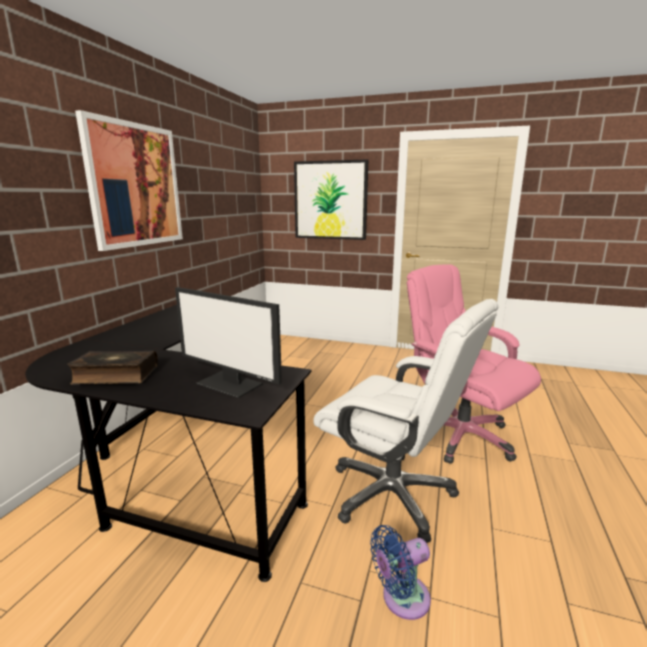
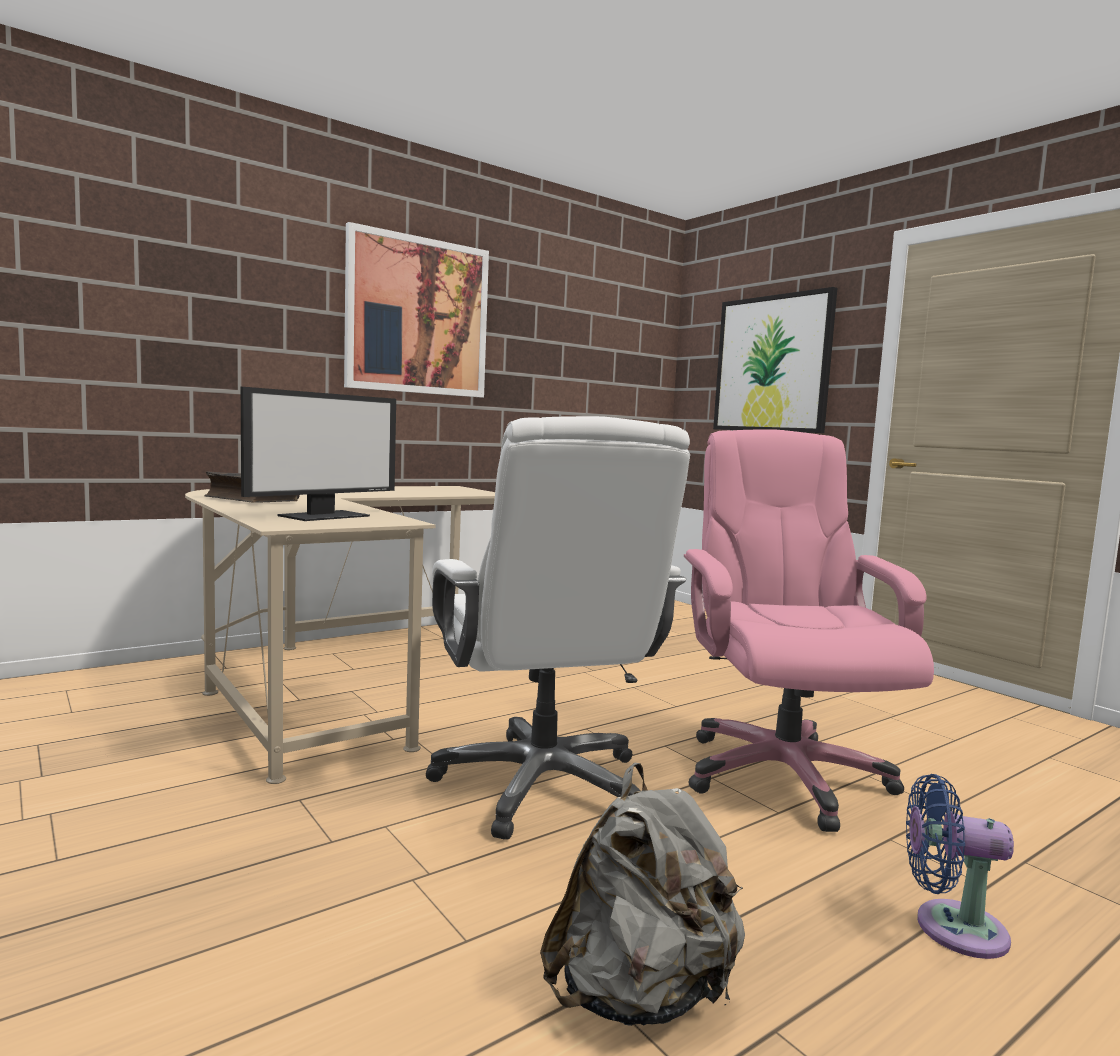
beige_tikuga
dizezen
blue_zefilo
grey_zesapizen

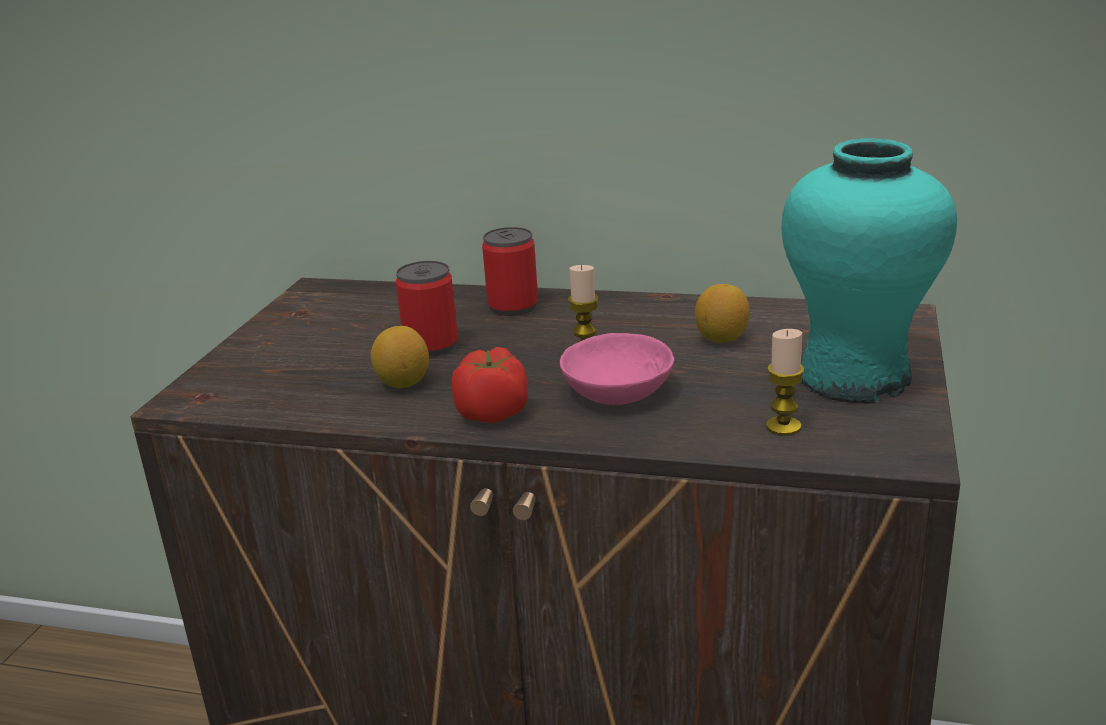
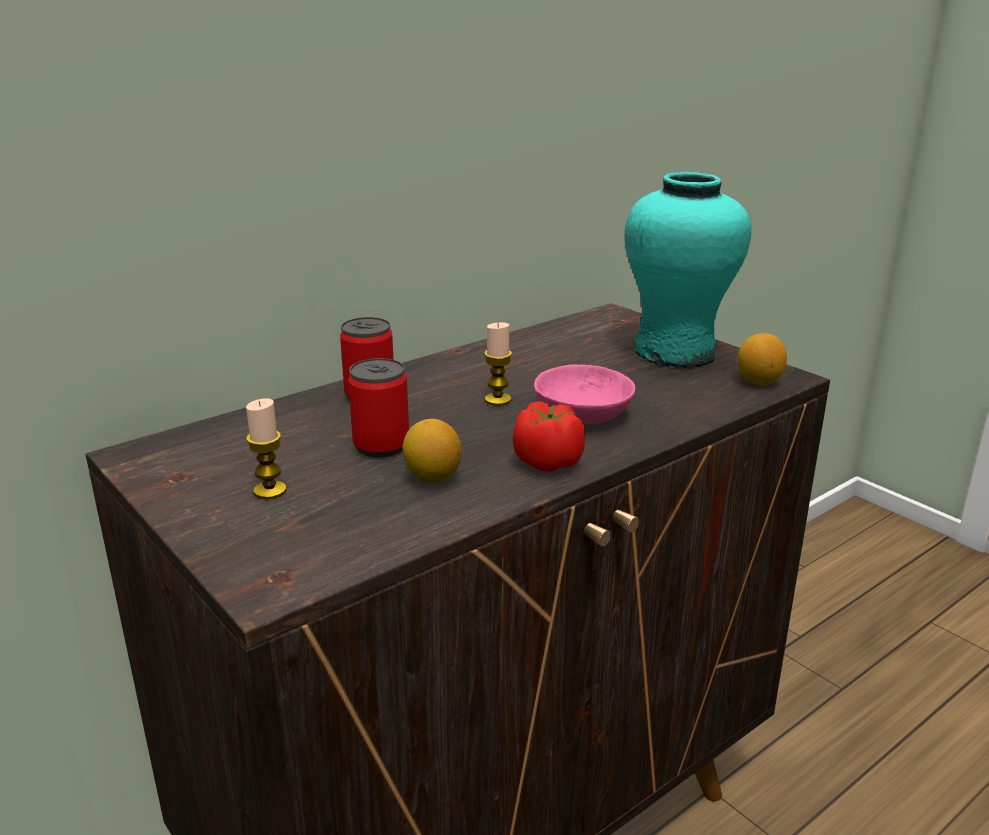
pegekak (2nd from left)
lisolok (1st from left)

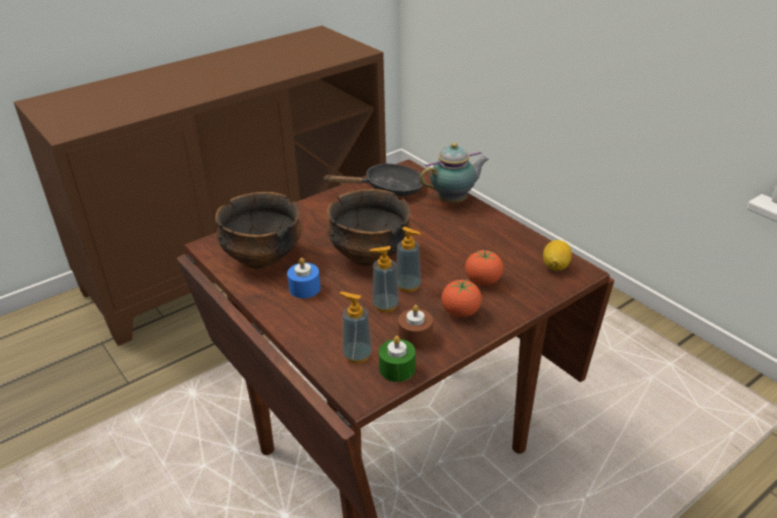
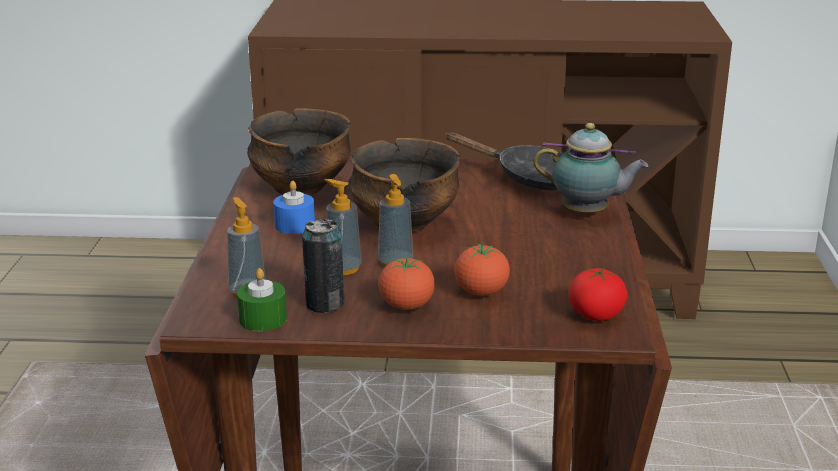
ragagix
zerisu (3rd from left)

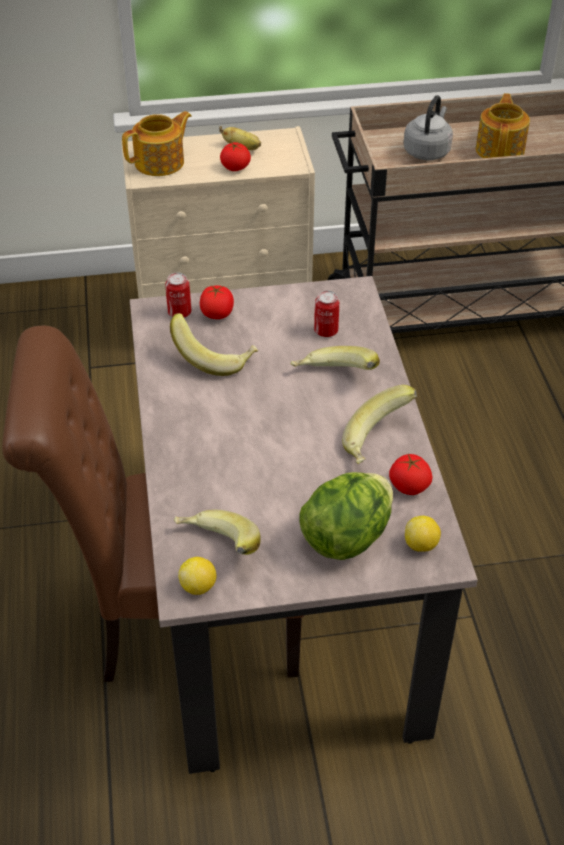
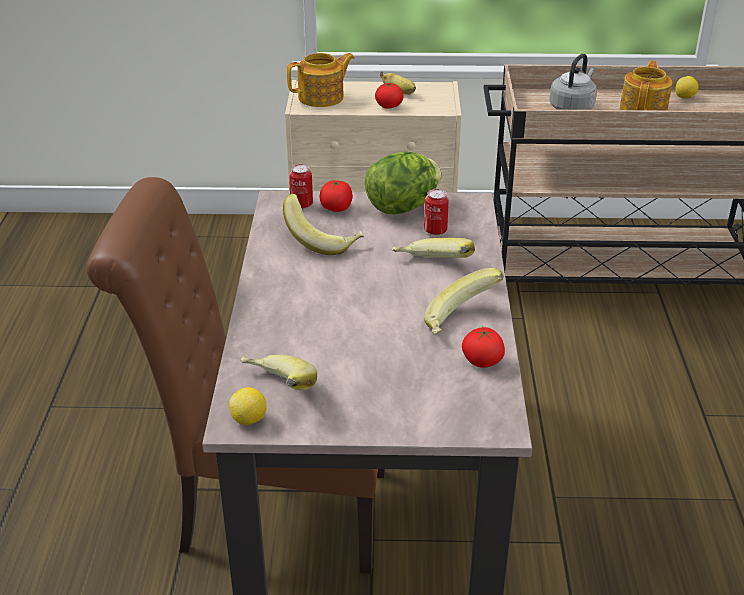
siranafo
pegekak (2nd from left)

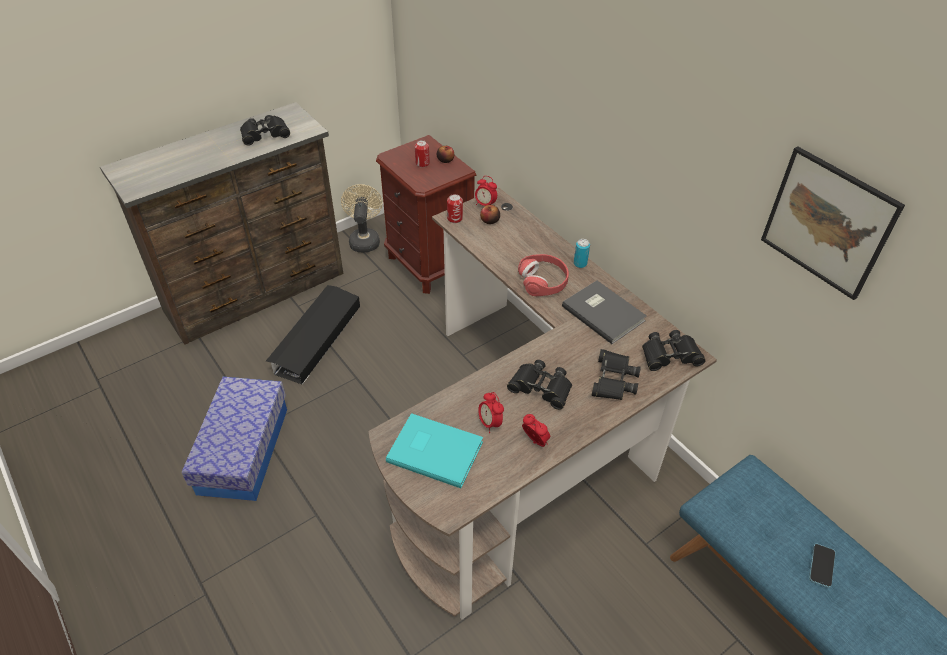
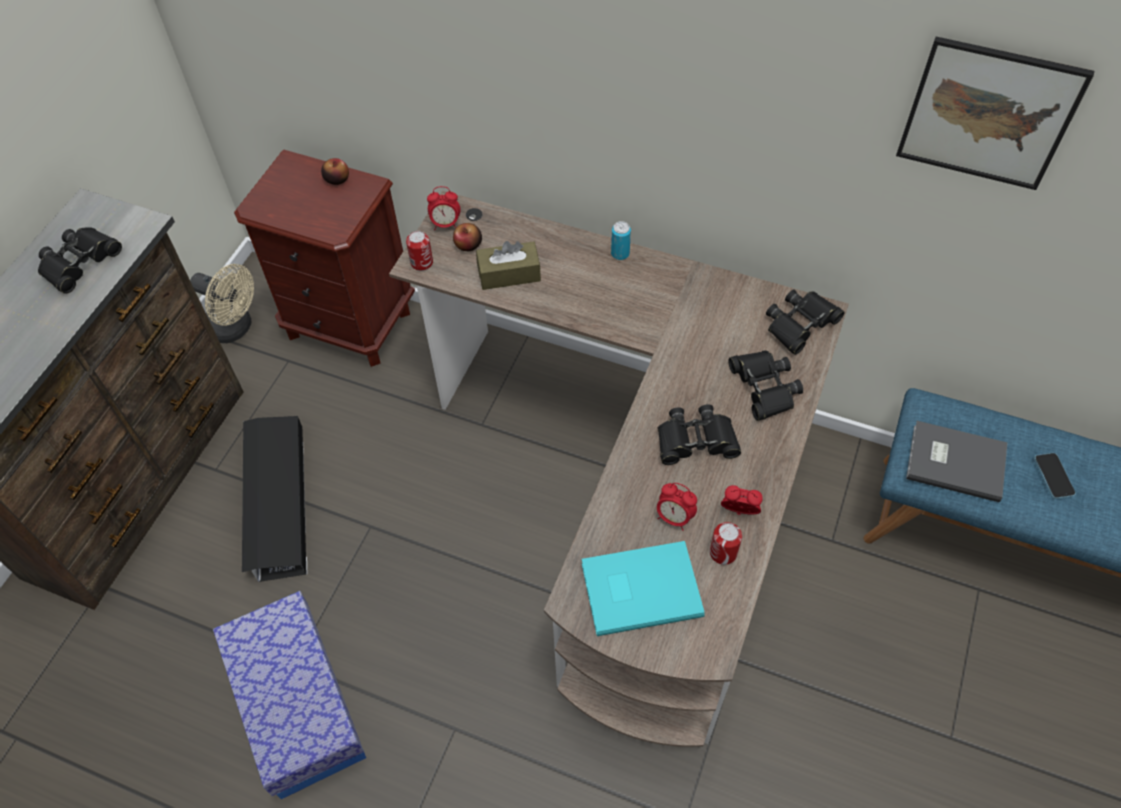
beige_zefilo
ragagix (3rd from left)
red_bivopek
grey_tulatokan
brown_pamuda

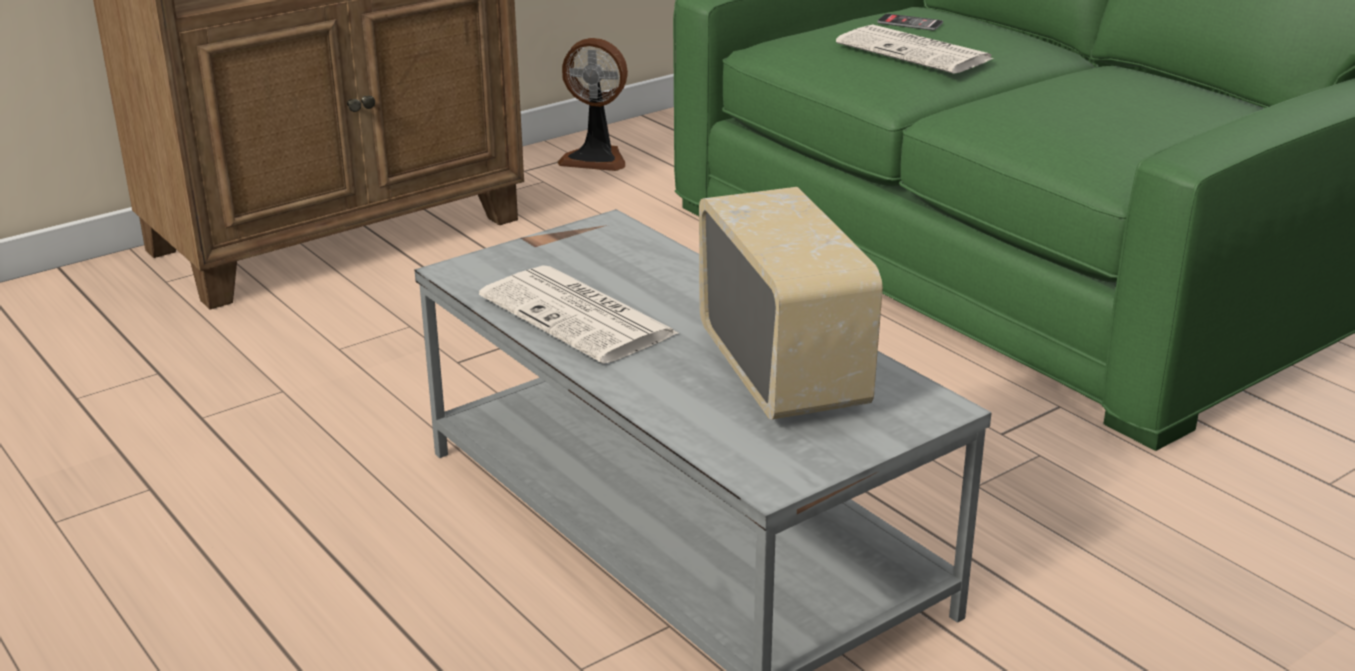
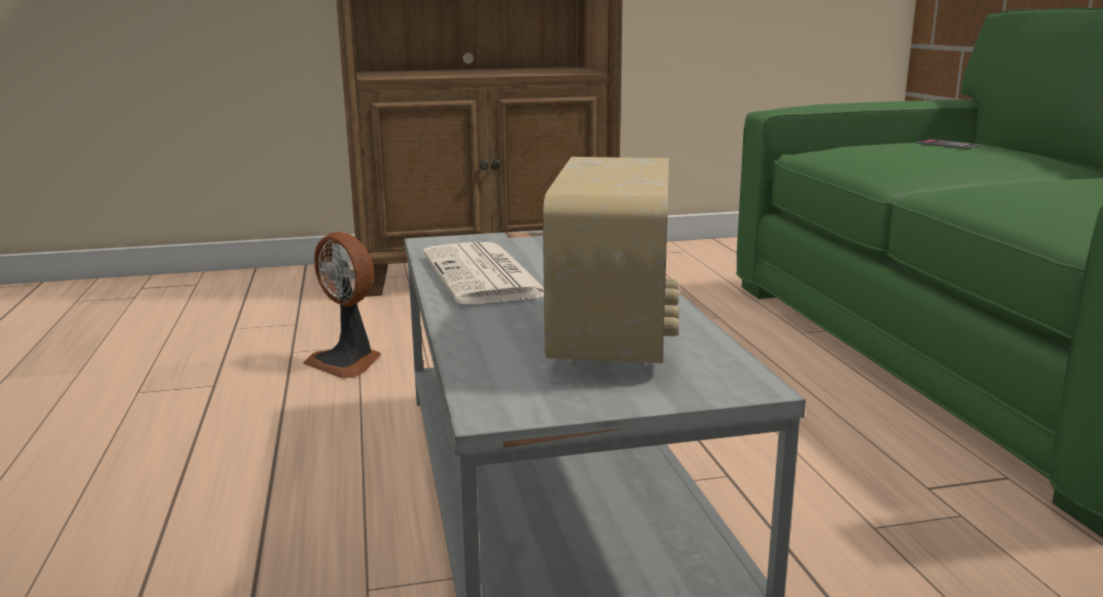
zefilo
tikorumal (2nd from left in the first image)

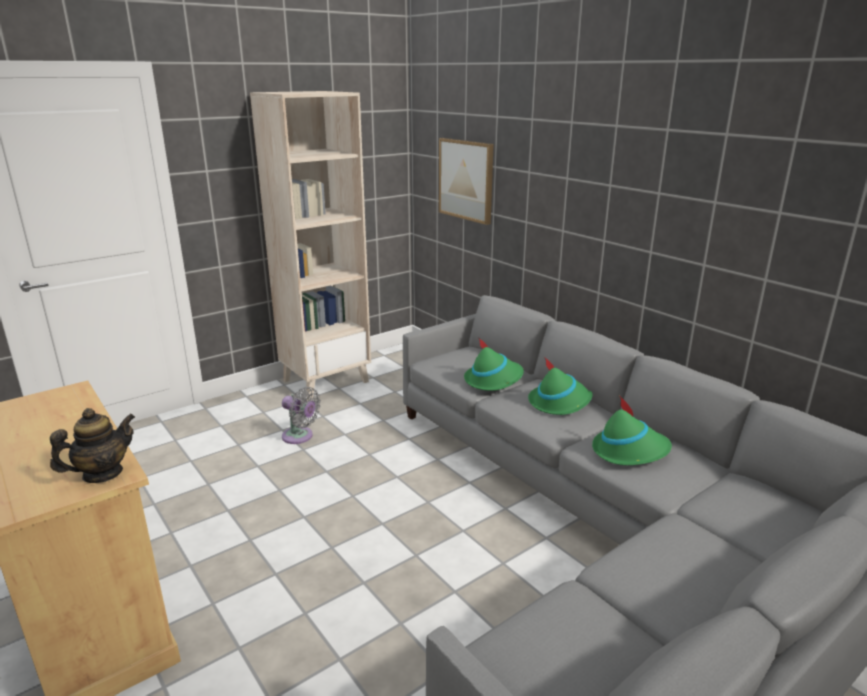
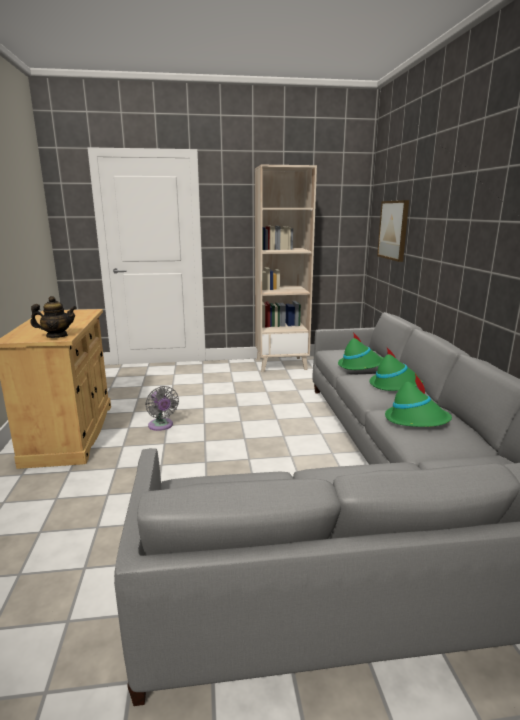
grey_zefilo

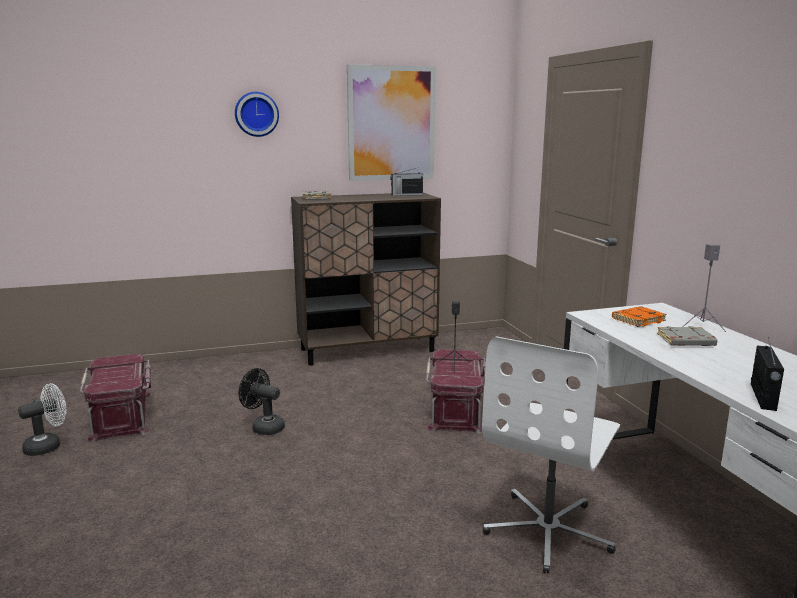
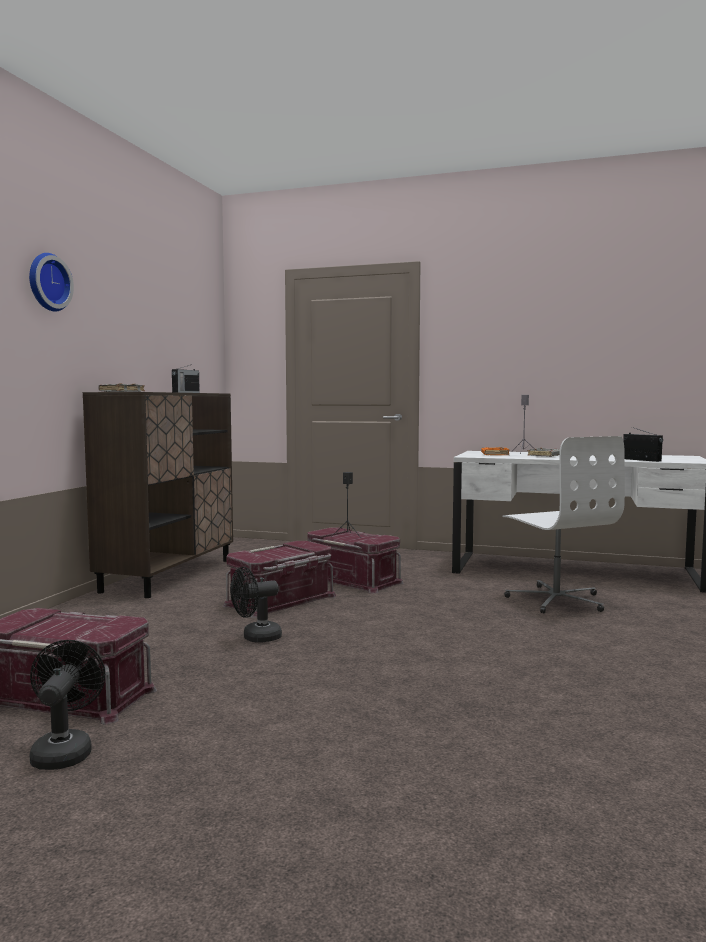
black_zefilo (1st from left)
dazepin
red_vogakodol (2nd from left)

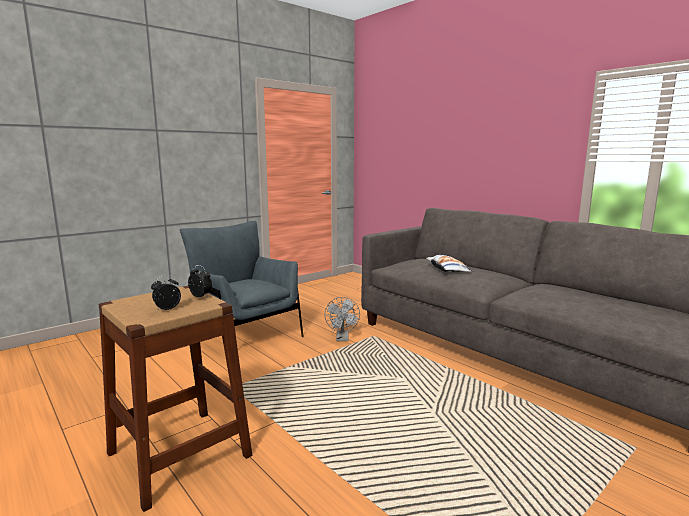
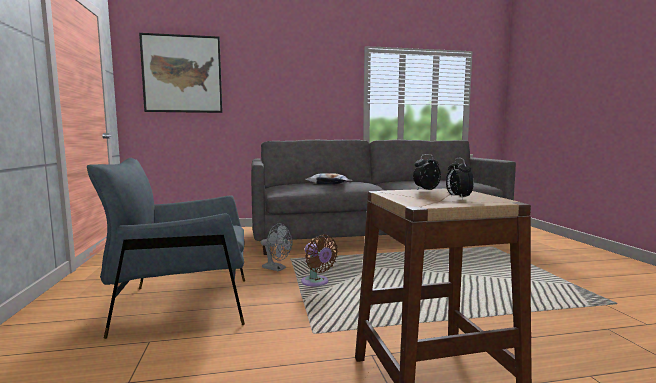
dazepin
brown_zefilo

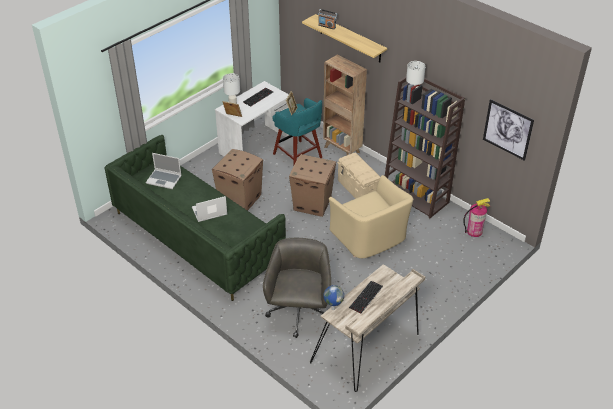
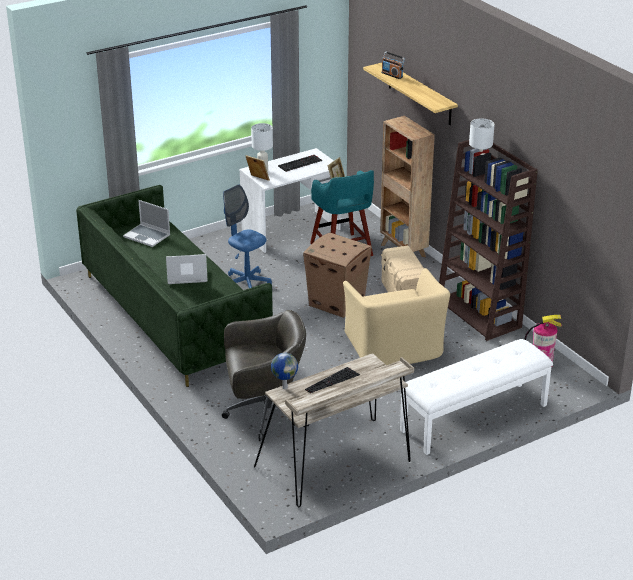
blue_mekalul
grey_mekalul
dazepin
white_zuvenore

